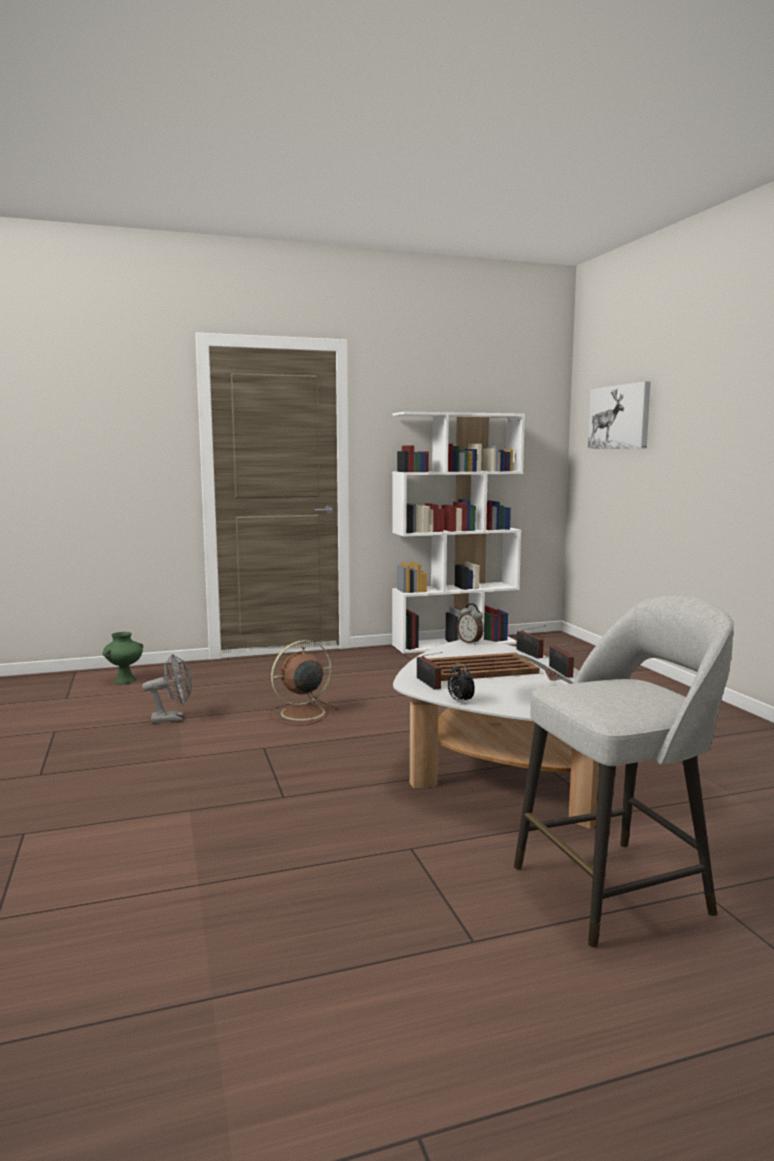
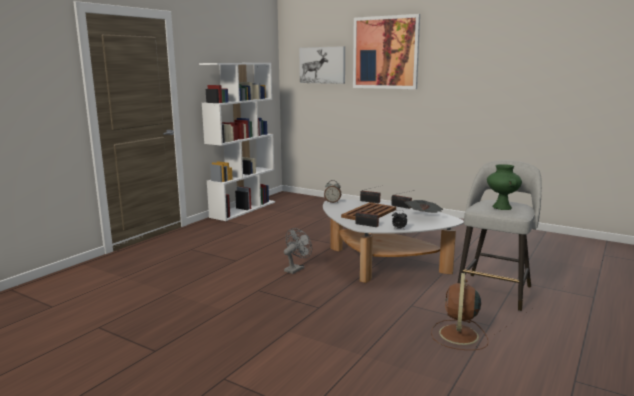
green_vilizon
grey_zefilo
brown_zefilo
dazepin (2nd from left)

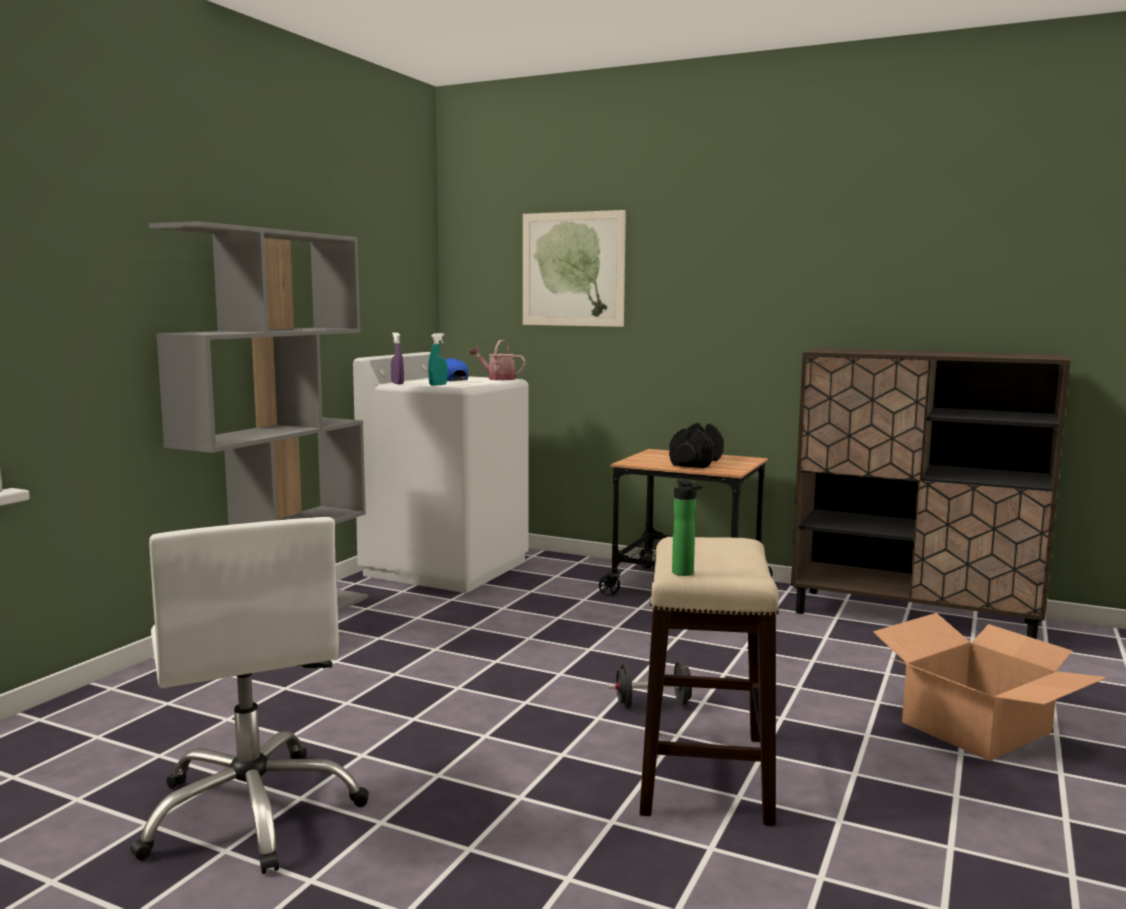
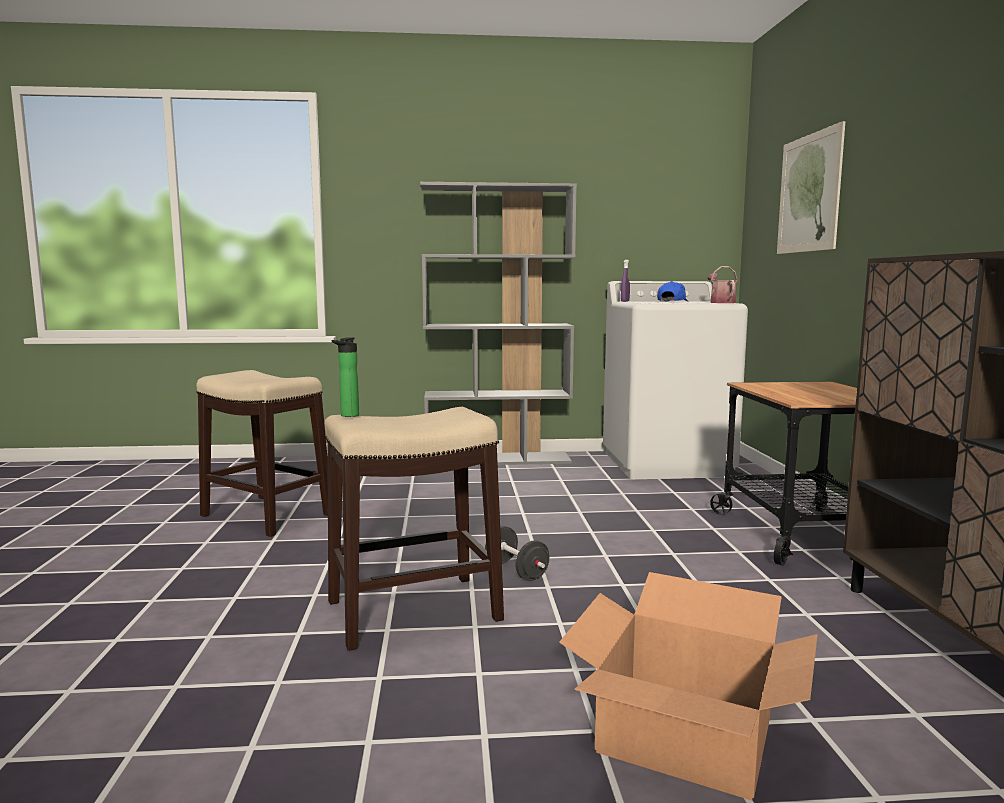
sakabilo (1st from left)
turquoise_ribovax
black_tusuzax (2nd from left in the first image)

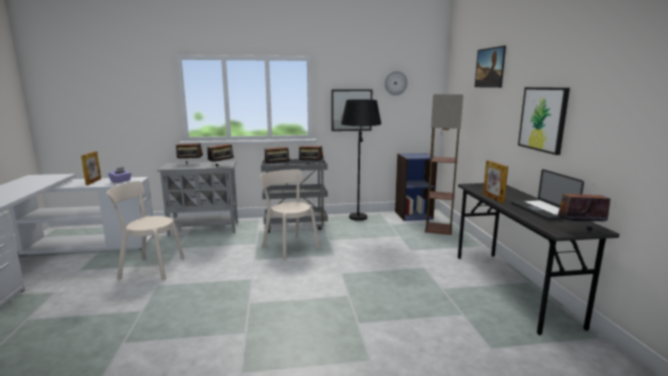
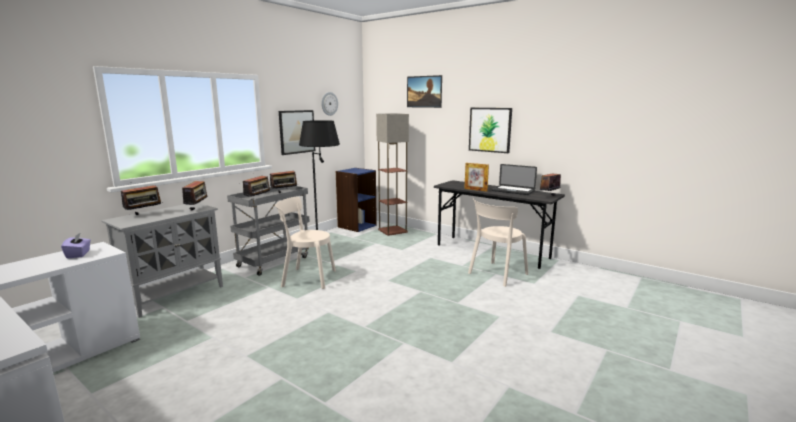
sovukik (1st from left in the first image)
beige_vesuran (2nd from left)

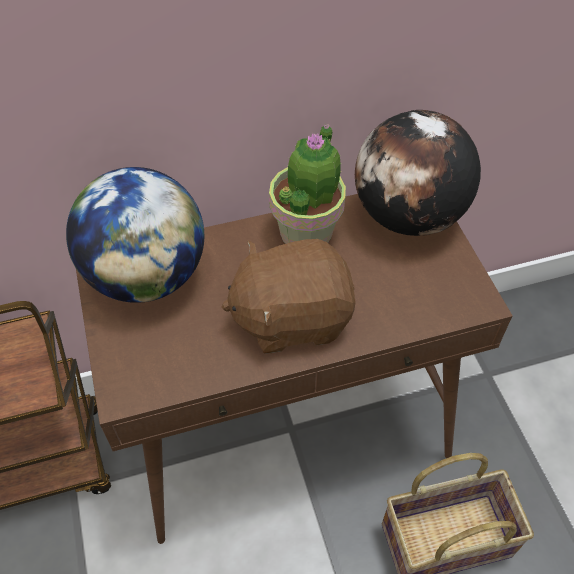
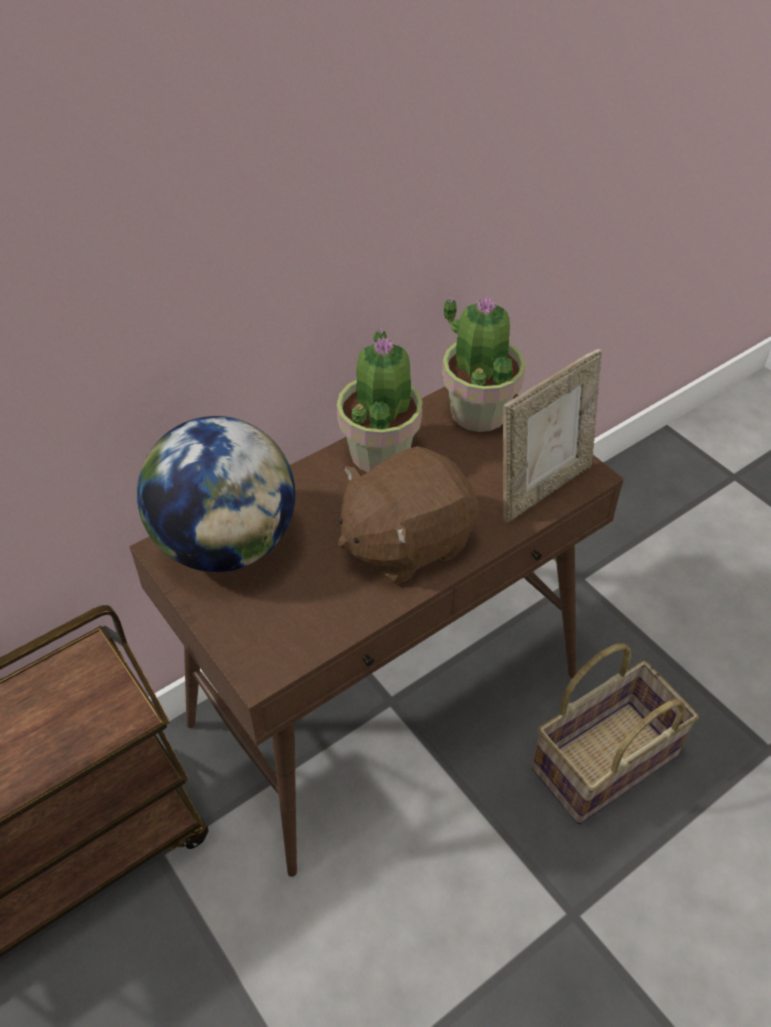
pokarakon (2nd from left)
sovukik

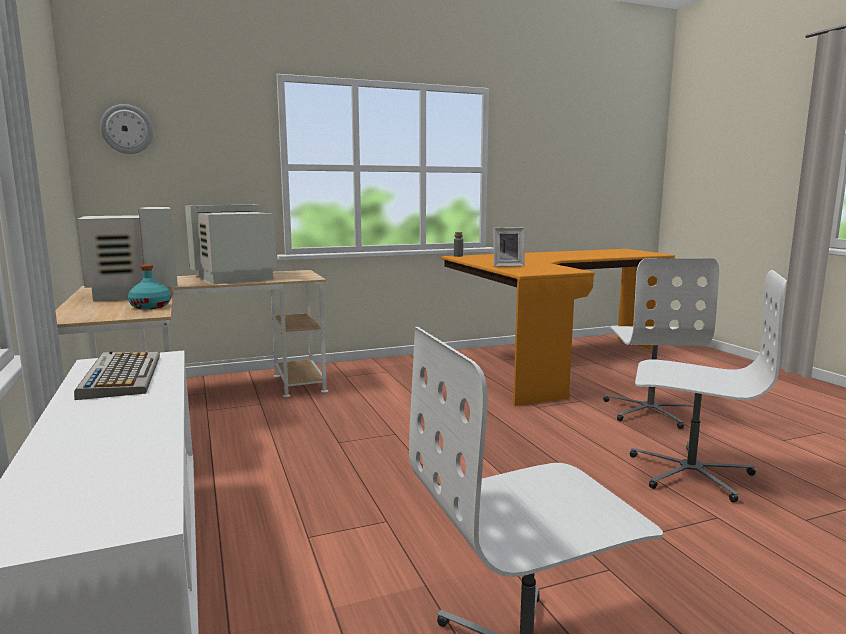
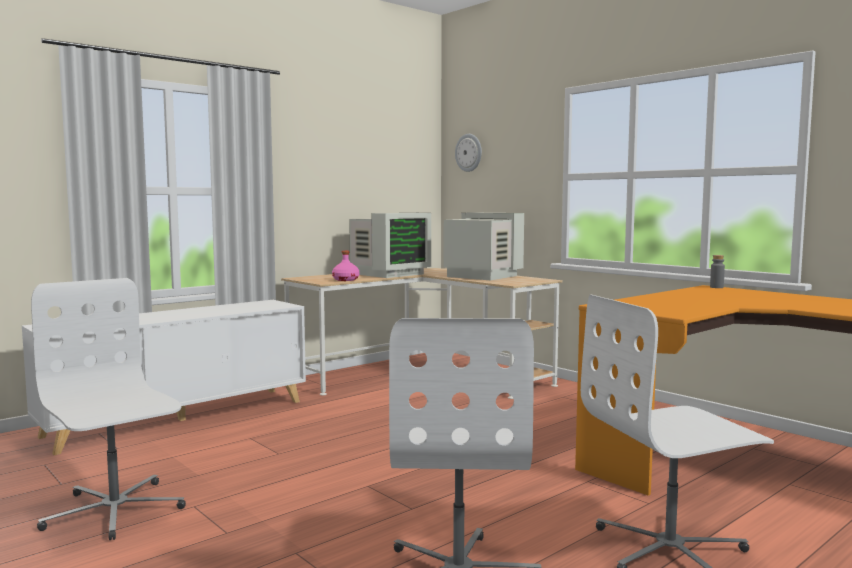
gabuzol
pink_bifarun
sovukik

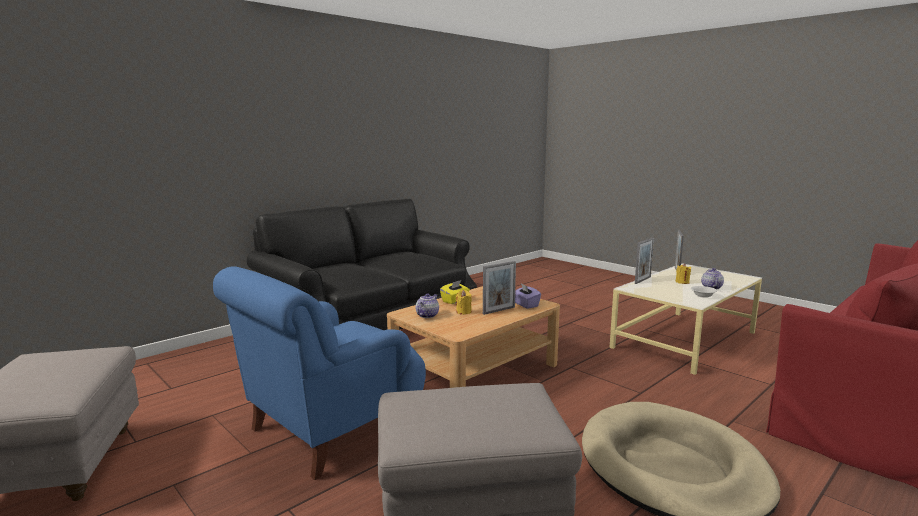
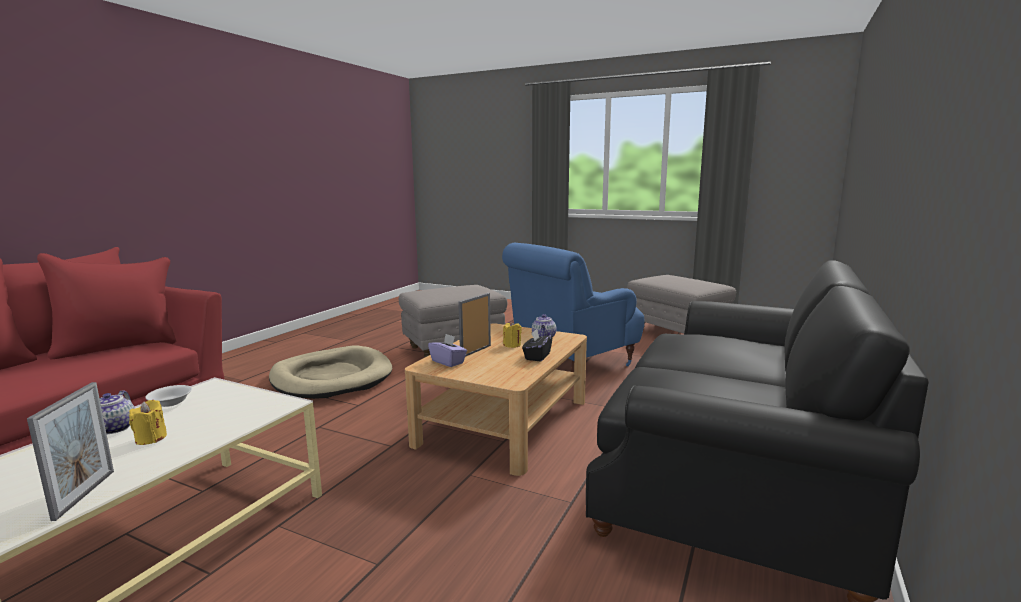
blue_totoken
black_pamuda
sovukik (2nd from left in the first image)

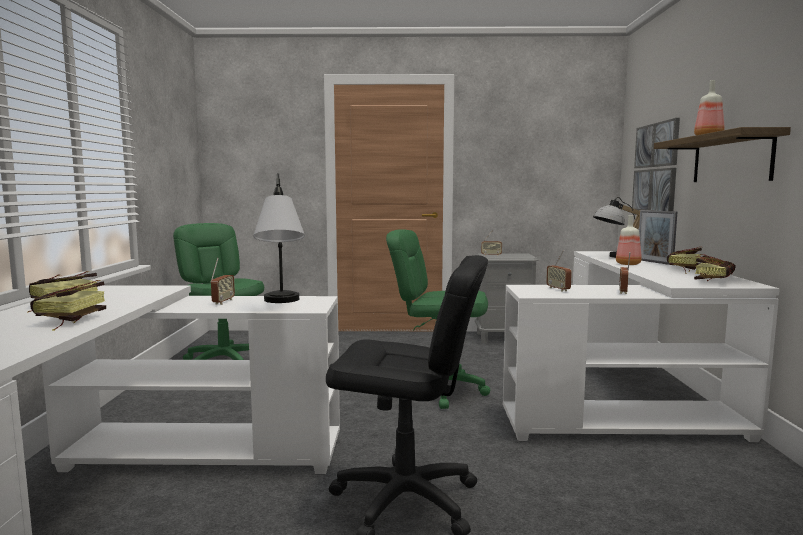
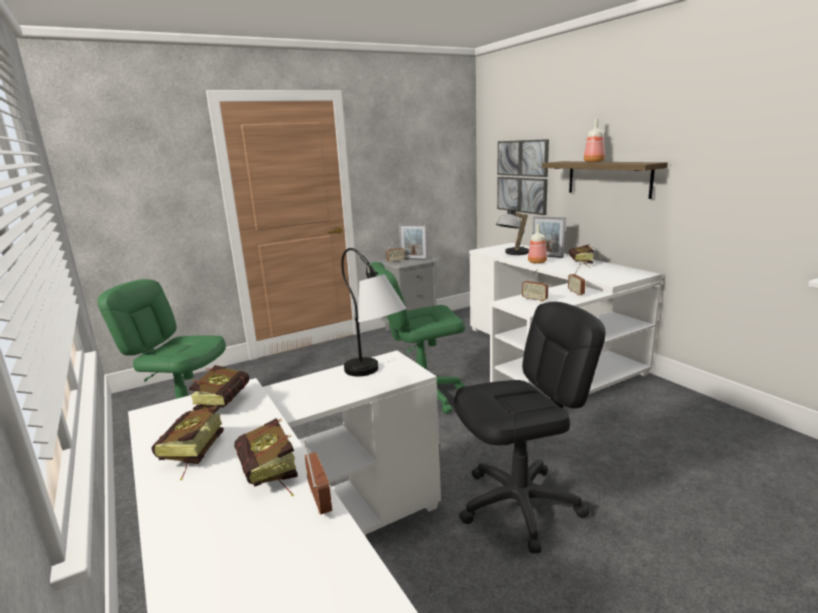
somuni (1st from left)
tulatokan (2nd from left)
sovukik (1st from left)

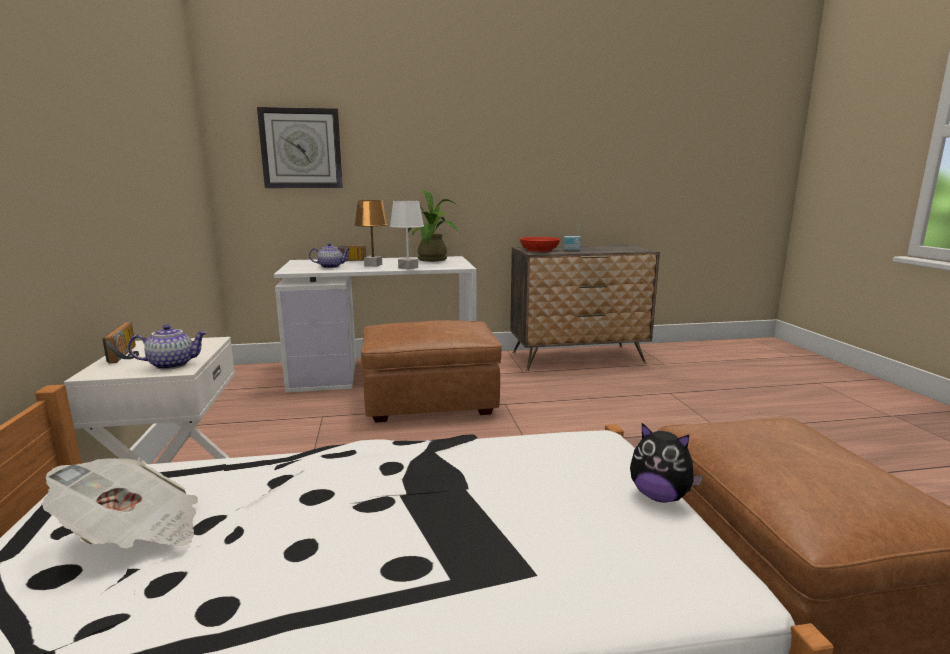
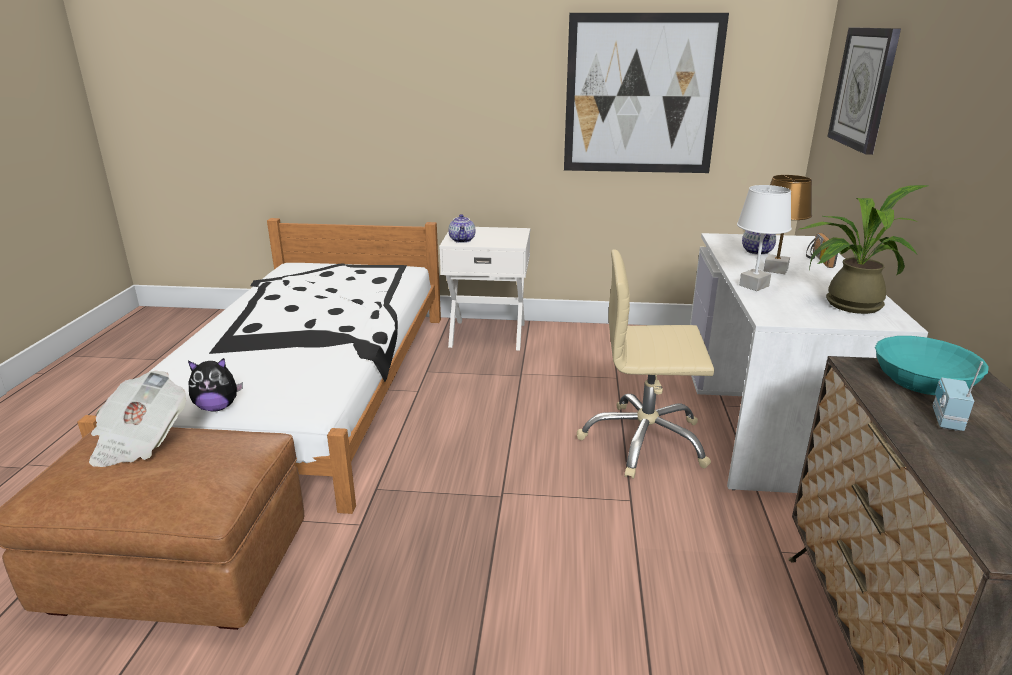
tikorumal
somuni (1st from left in the first image)
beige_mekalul
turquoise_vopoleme
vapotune
dazepin

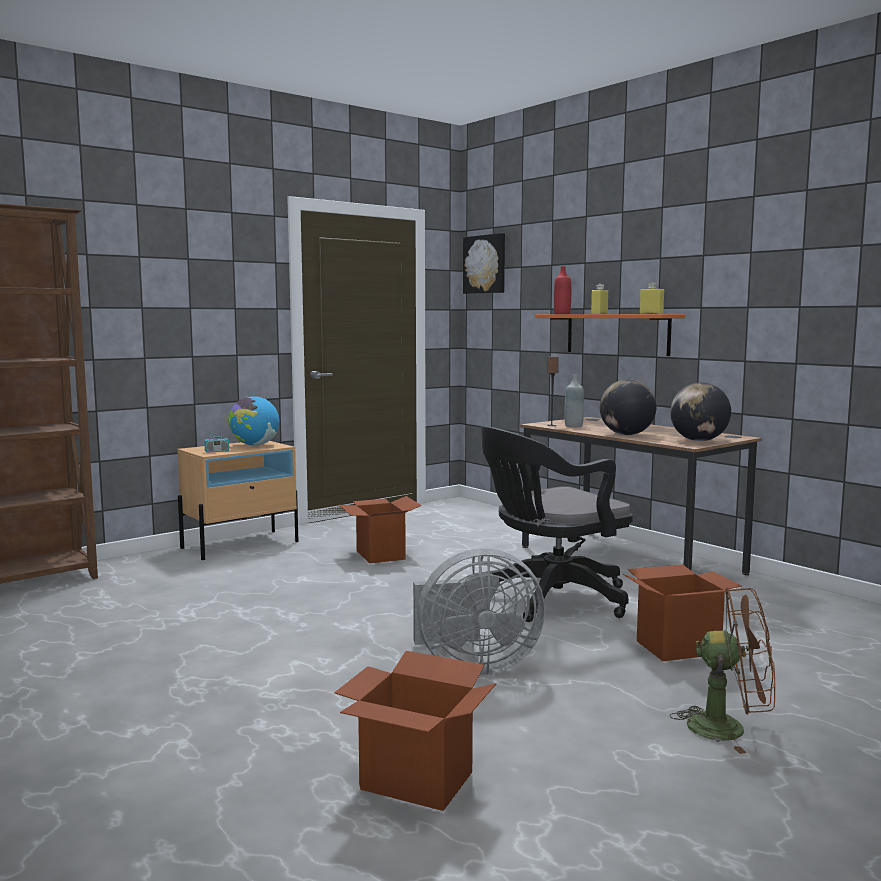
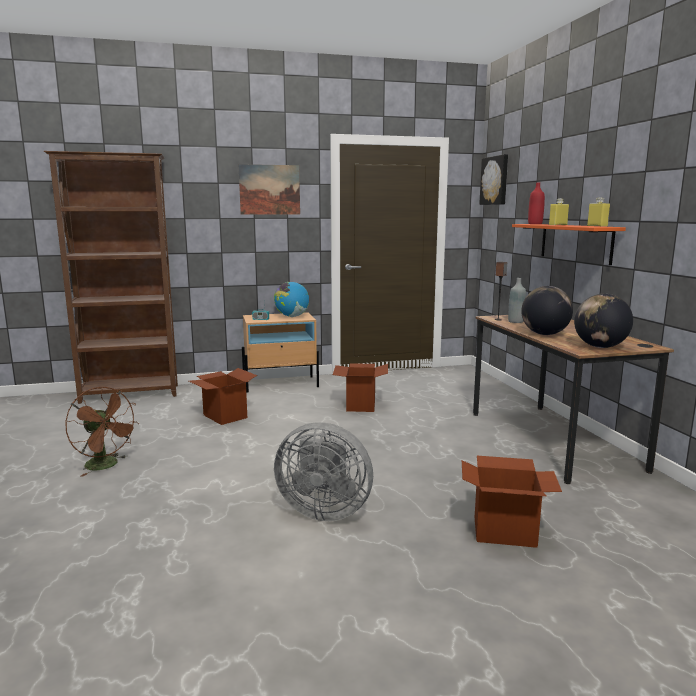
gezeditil (1st from left)
black_mekalul
brown_zefilo
dazepin (1st from left)

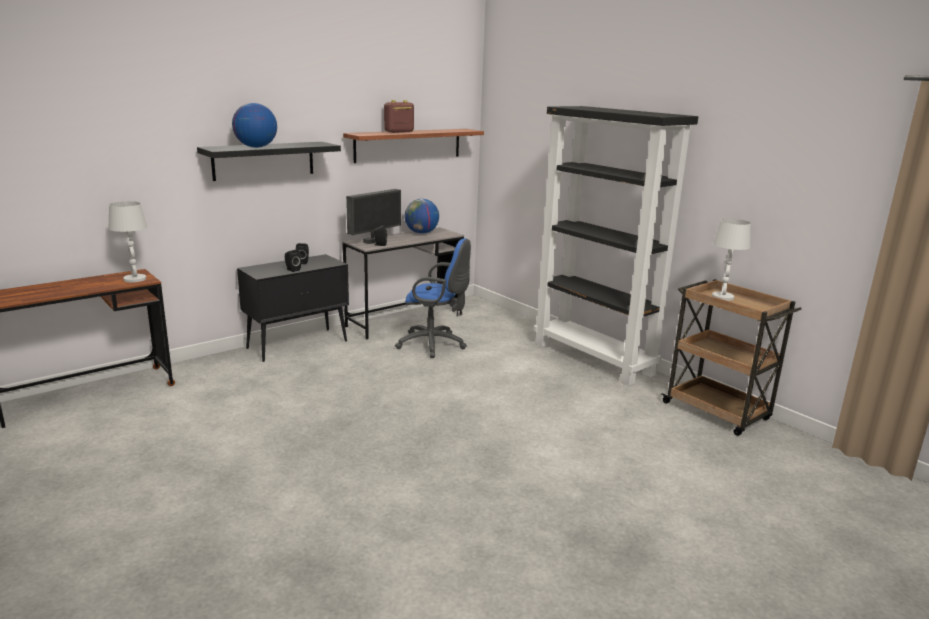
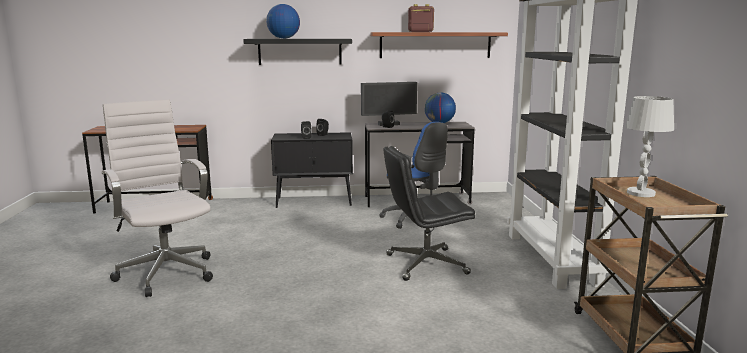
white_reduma (1st from left in the first image)
white_mekalul
black_mekalul

